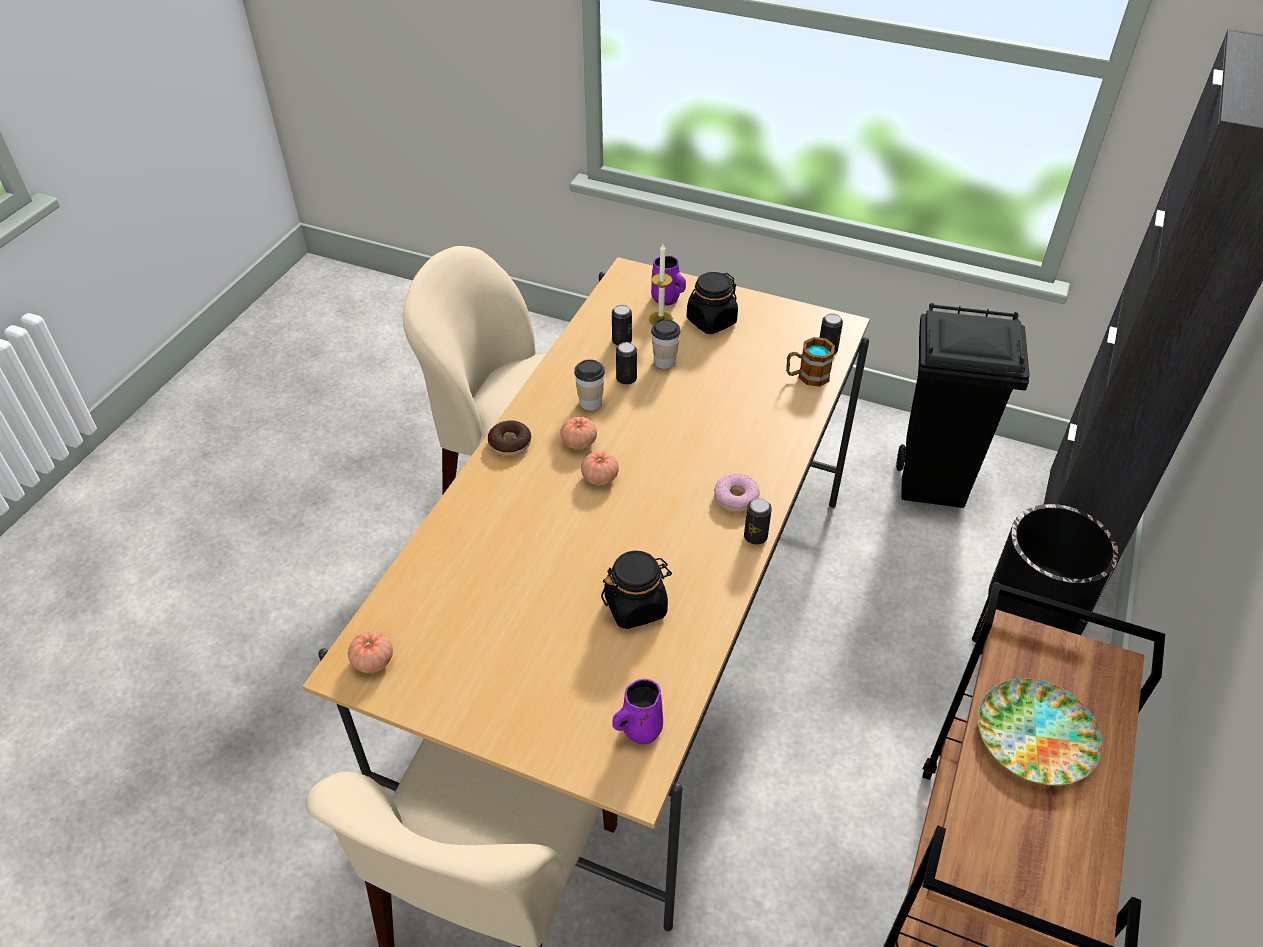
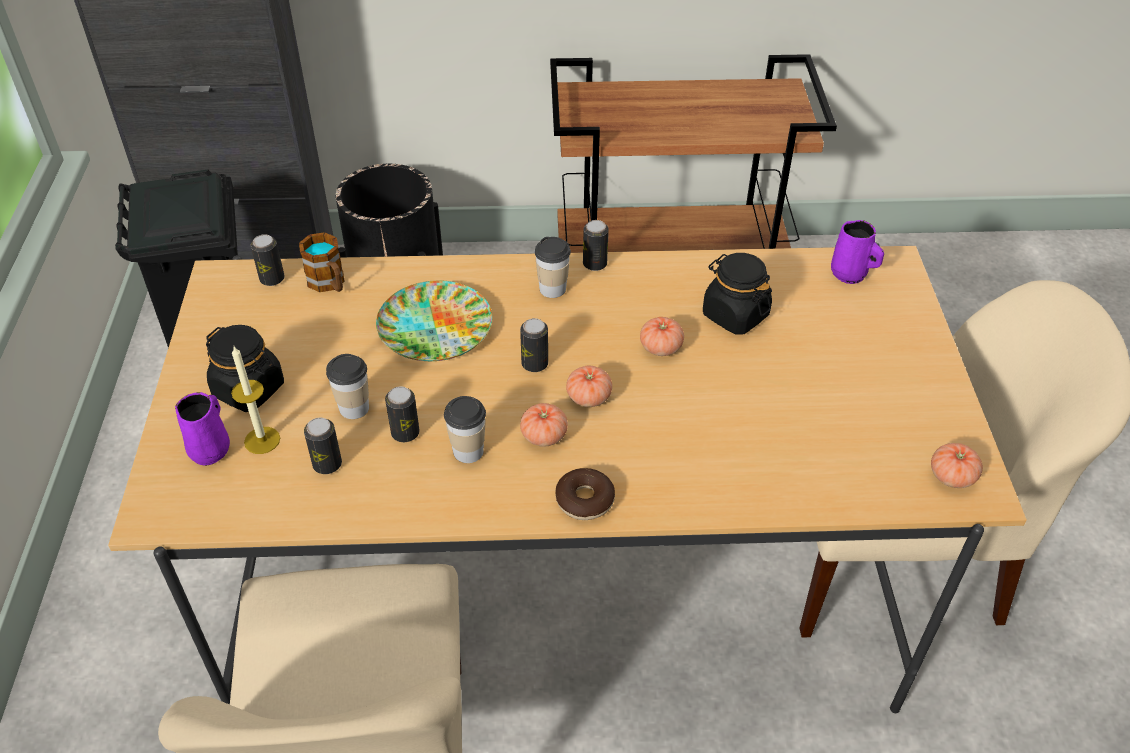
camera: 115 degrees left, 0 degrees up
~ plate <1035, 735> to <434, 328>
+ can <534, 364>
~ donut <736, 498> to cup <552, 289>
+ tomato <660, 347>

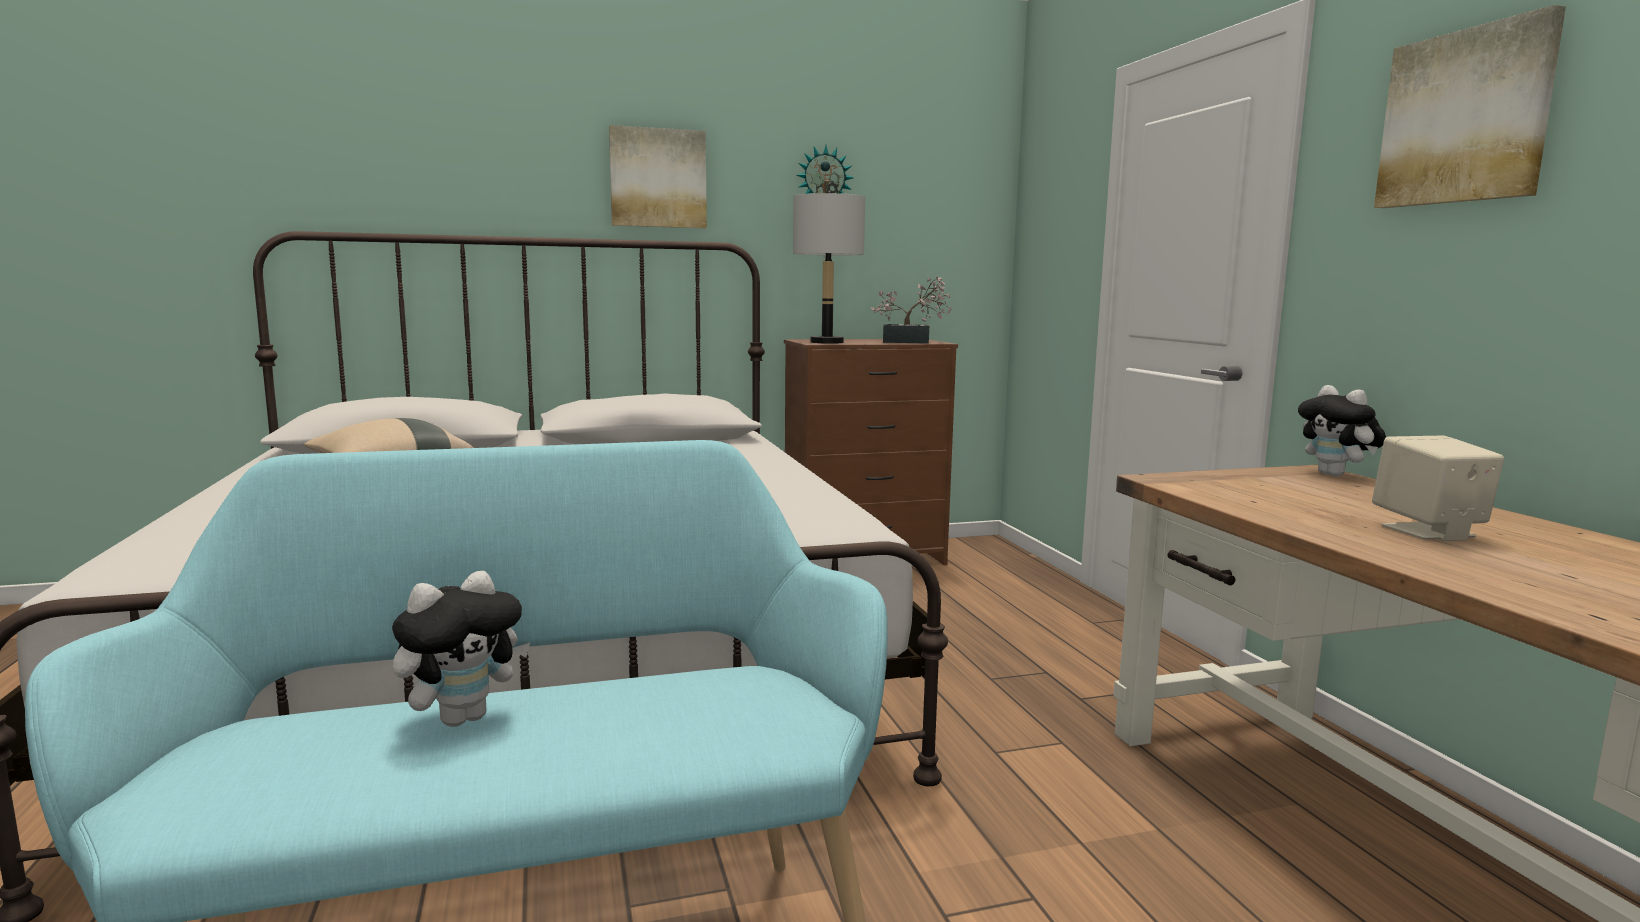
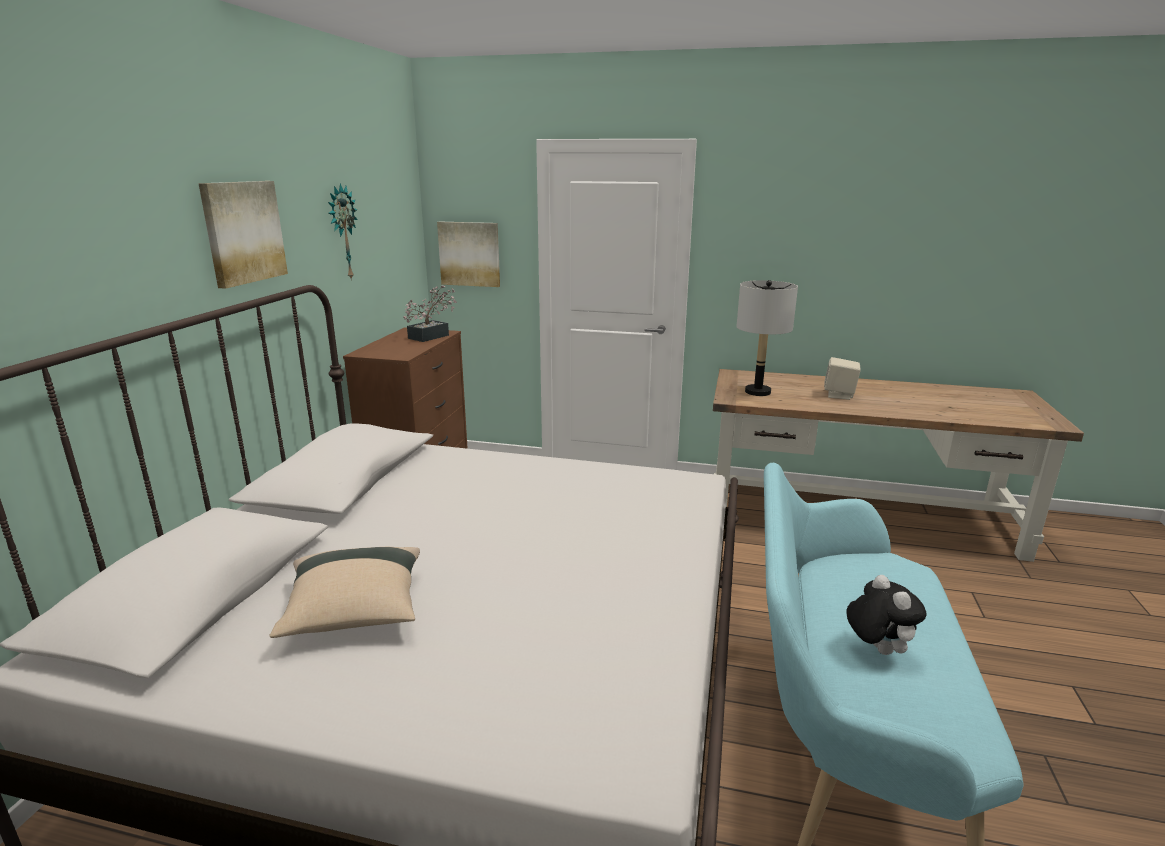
camera: 60 degrees left, 10 degrees up
~ picture <1466, 117> to <470, 254>
~ grey table lamp <827, 342> to <757, 392>
- plush toy <1336, 475>

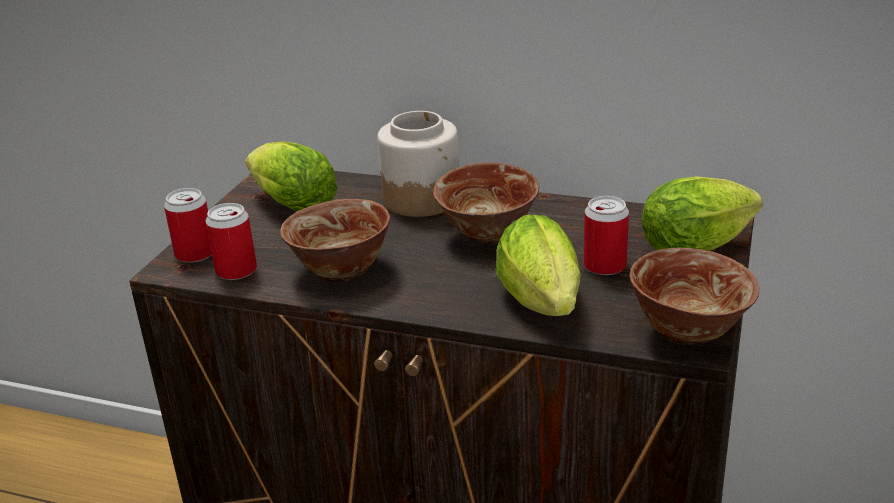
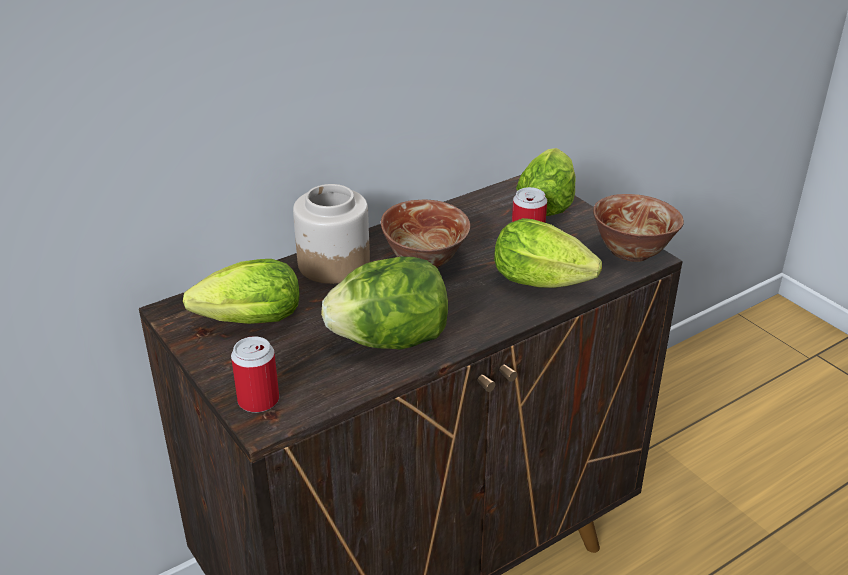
camera: 55 degrees left, 5 degrees up
~ bowl <341, 270> to lettuce <390, 340>
- can <236, 271>

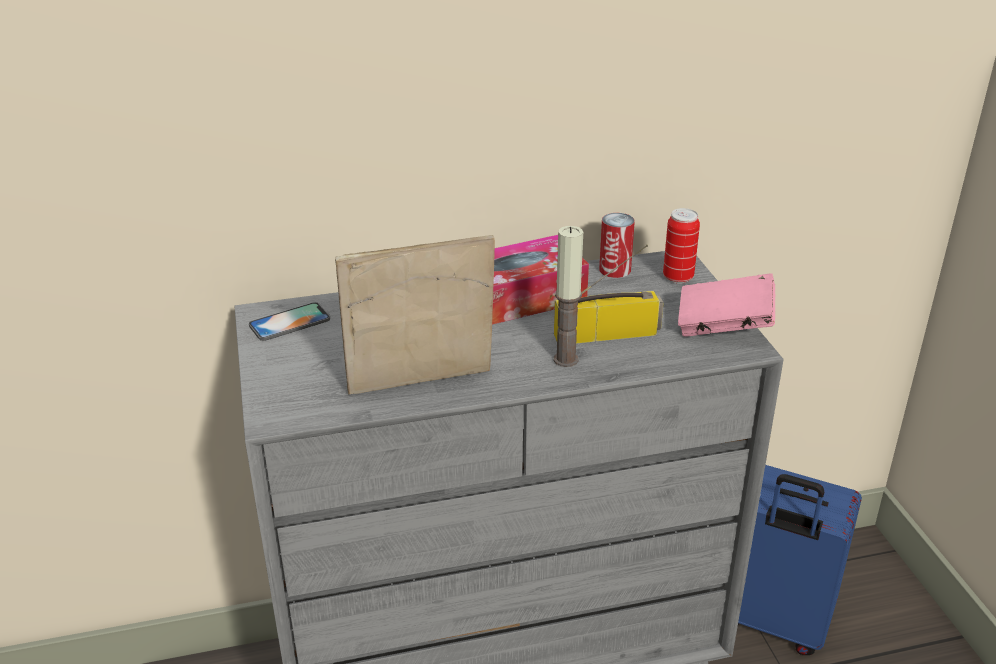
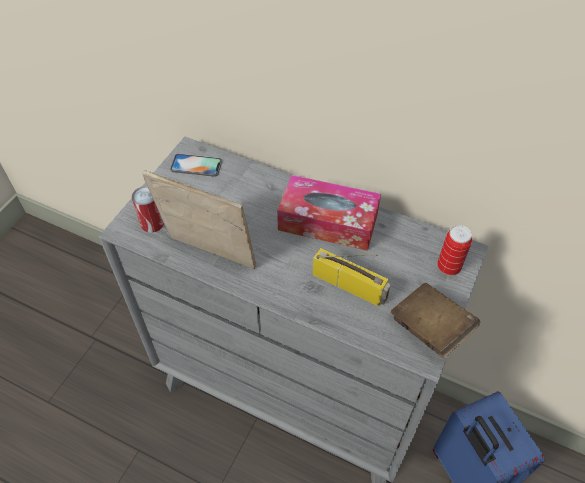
camera: 40 degrees right, 20 degrees up
~ can <615, 269> to <152, 223>
~ pink book <724, 326> to brown book <430, 328>
- candle <566, 360>

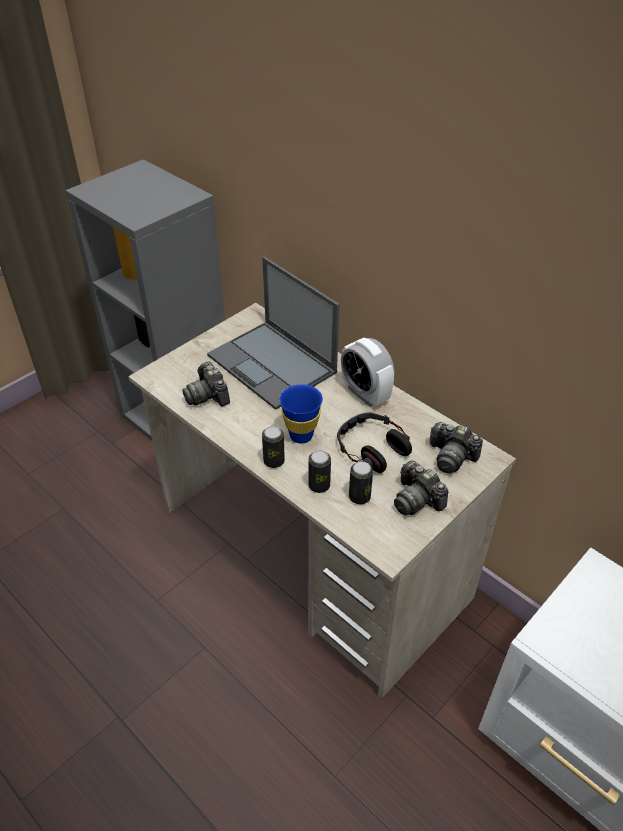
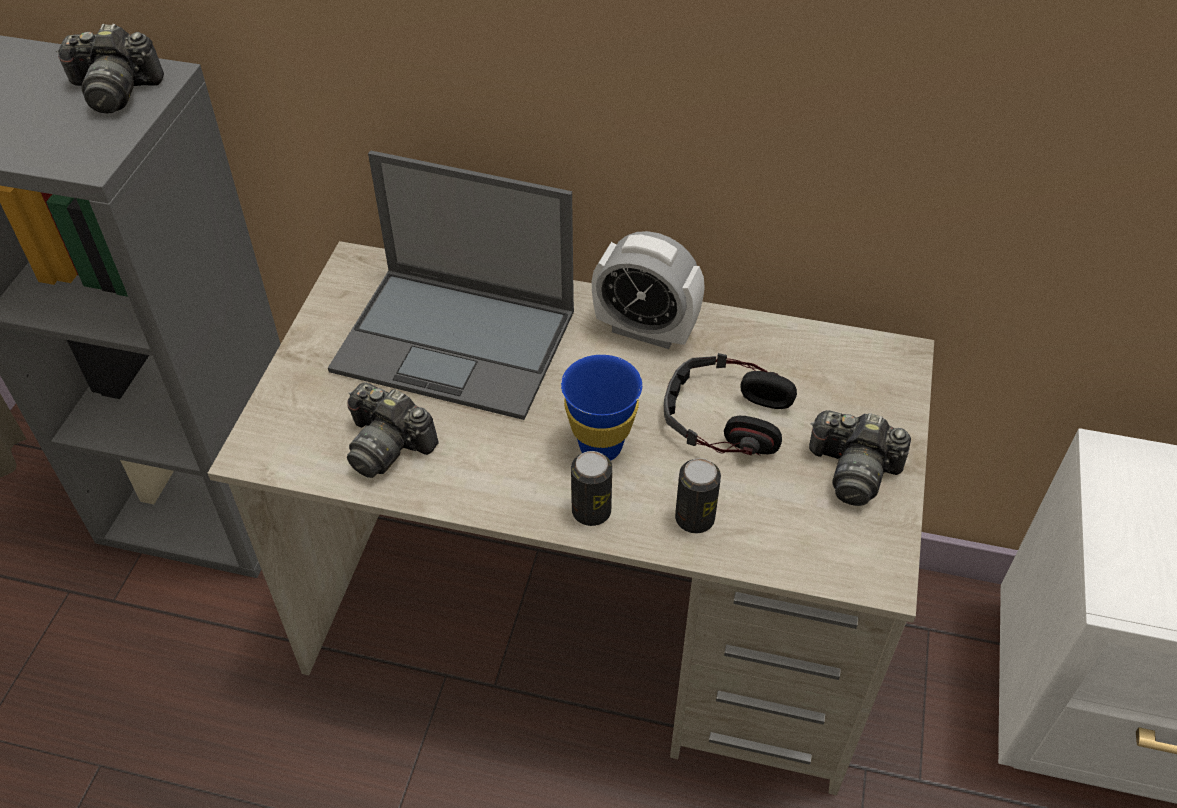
camera: 30 degrees left, 5 degrees up
~ photo camera <451, 457> to <115, 91>
- can <359, 497>

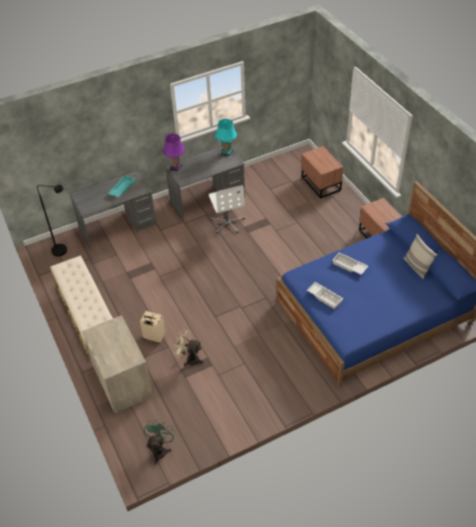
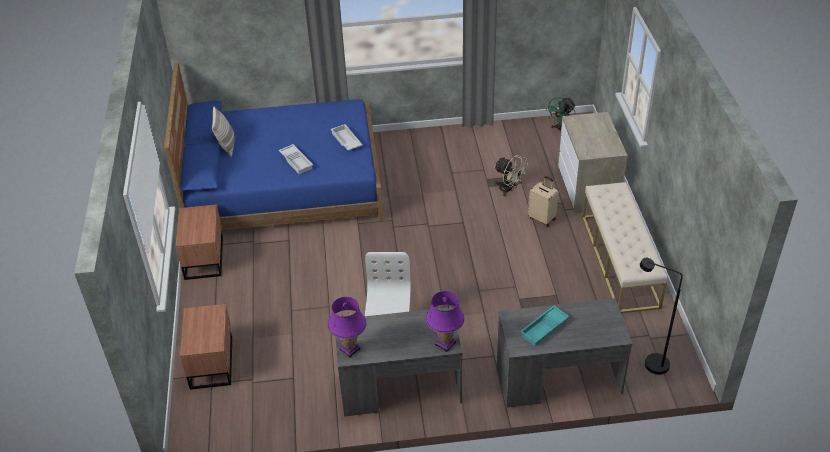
camera: 160 degrees left, 5 degrees down
~ turquoise table lamp <227, 152> to purple table lamp <350, 349>

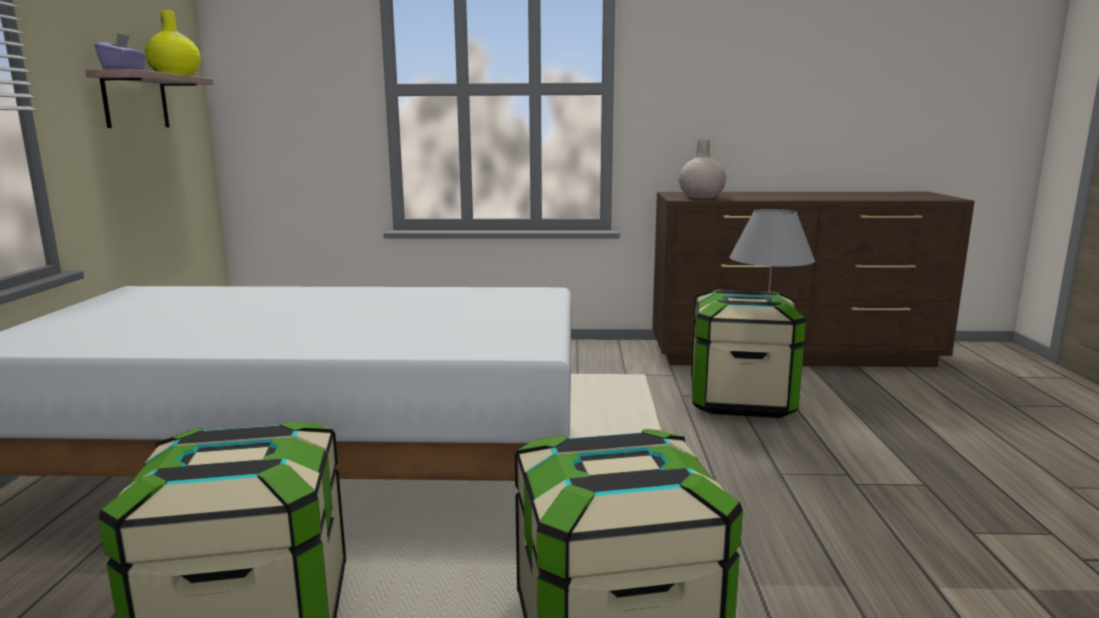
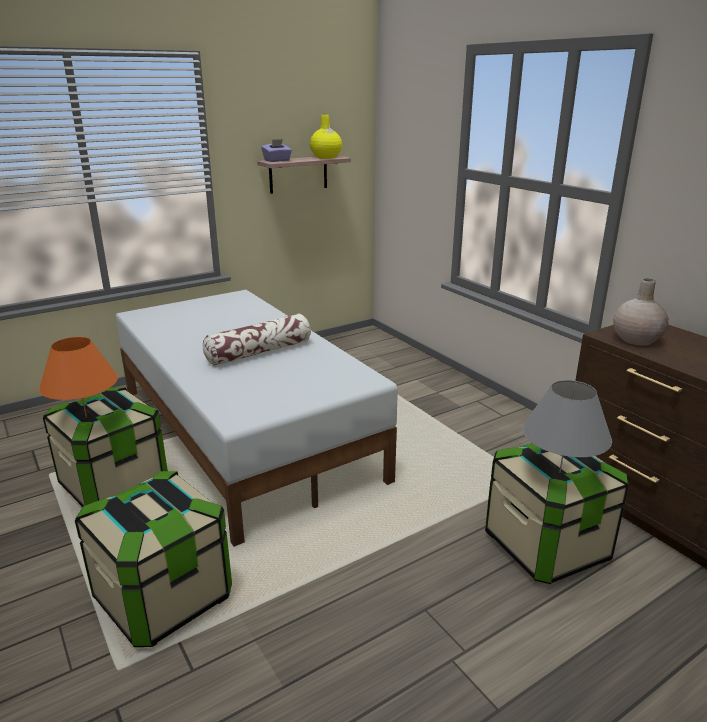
camera: 55 degrees right, 10 degrees up
+ orange table lamp <86, 417>
+ pillow <259, 352>

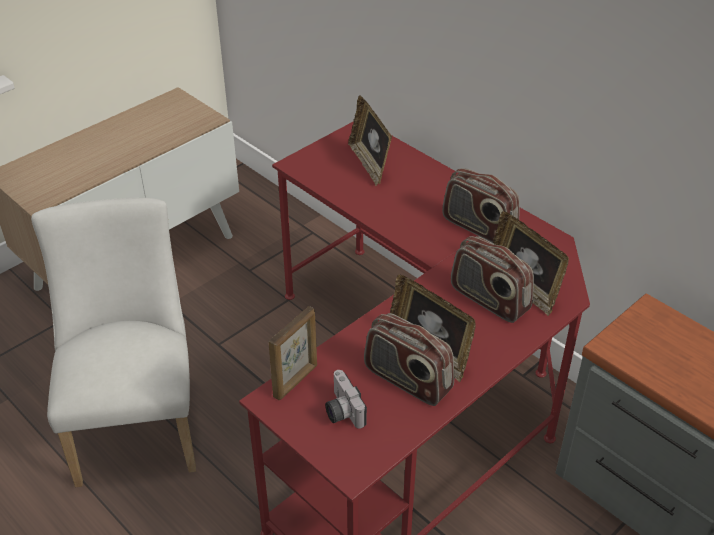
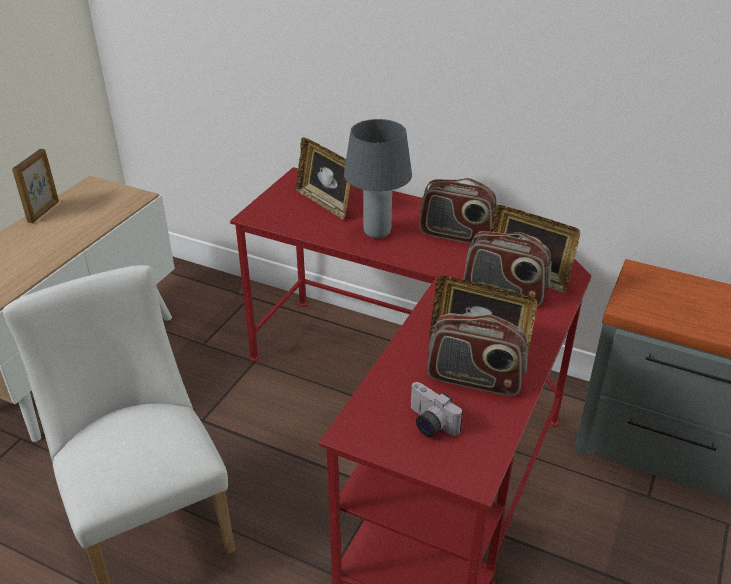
camera: 20 degrees left, 5 degrees down
~ picture frame <296, 381> to <44, 212>
+ grey table lamp <378, 233>

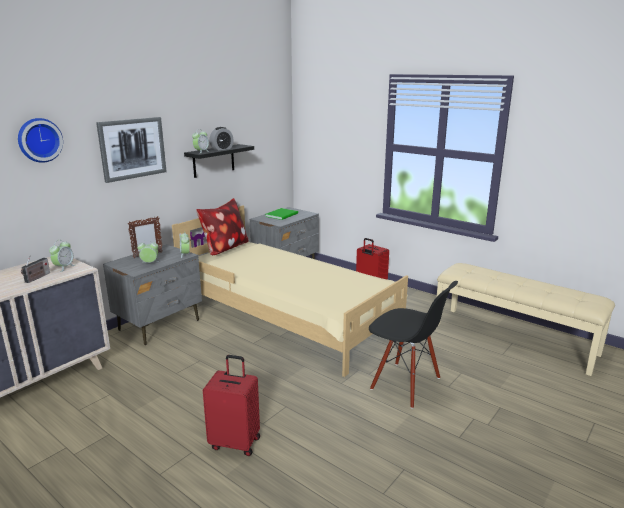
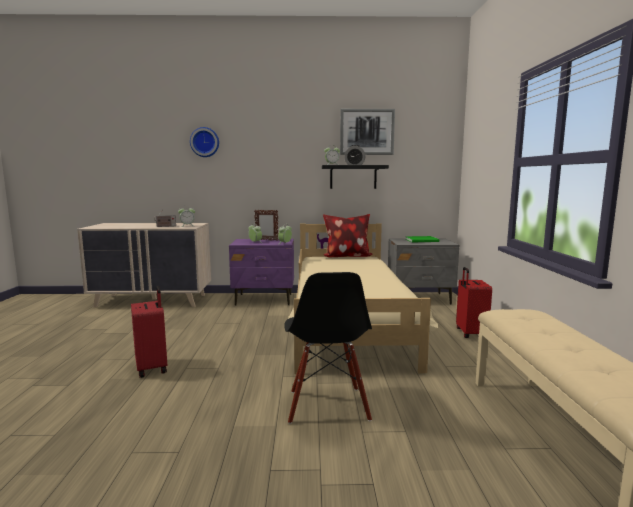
camera: 50 degrees right, 10 degrees down
~ grey nightstand <160, 325> to purple nightstand <264, 299>
~ picture <132, 148> to <367, 132>

